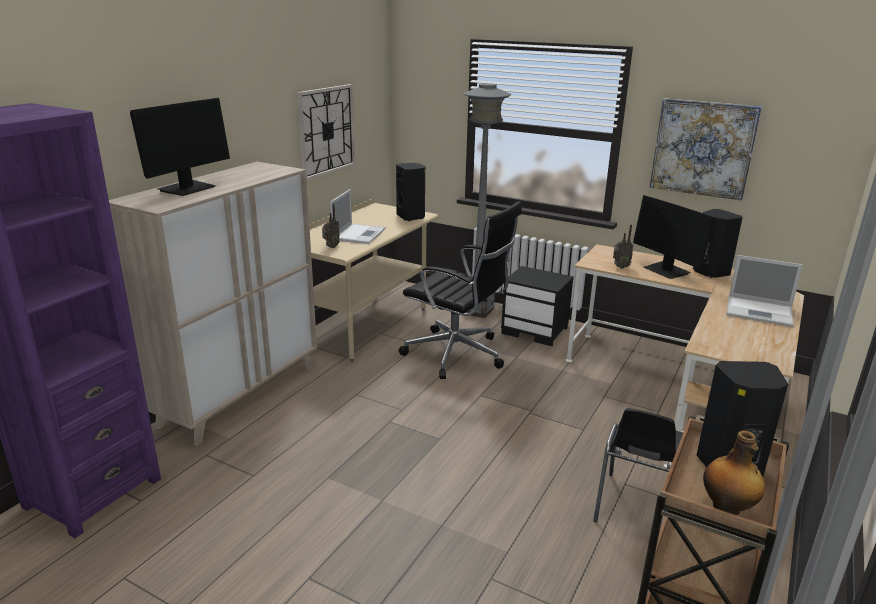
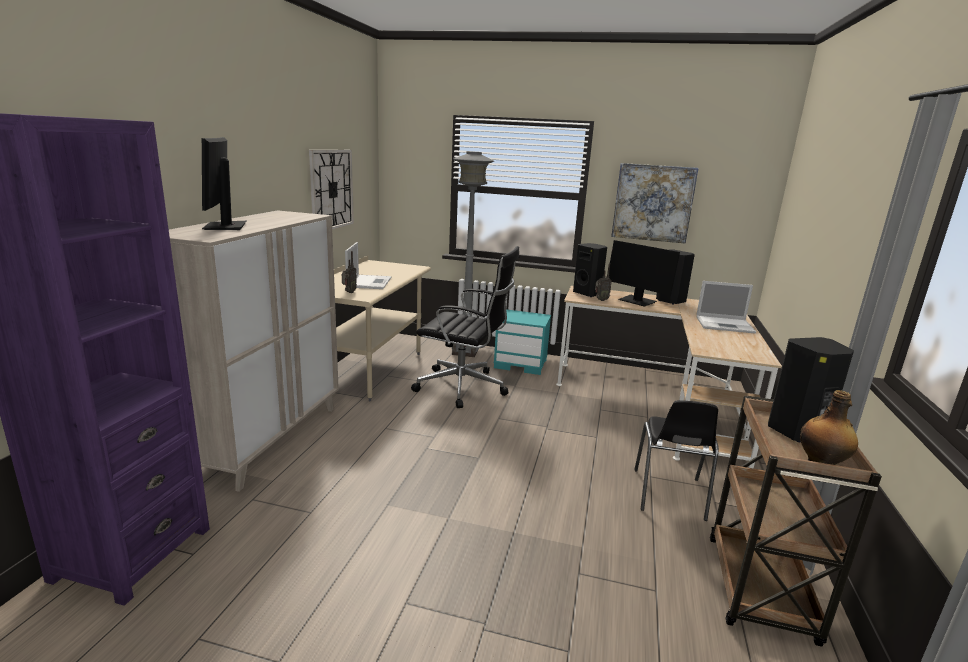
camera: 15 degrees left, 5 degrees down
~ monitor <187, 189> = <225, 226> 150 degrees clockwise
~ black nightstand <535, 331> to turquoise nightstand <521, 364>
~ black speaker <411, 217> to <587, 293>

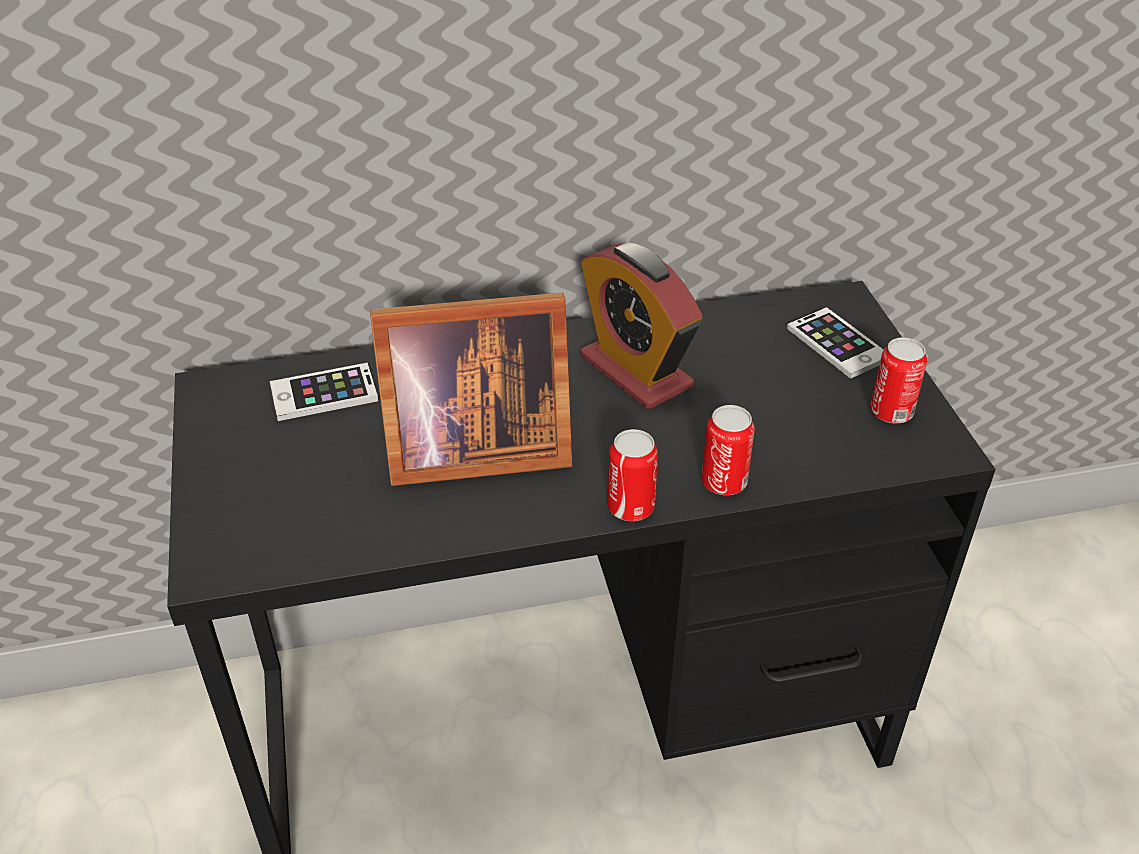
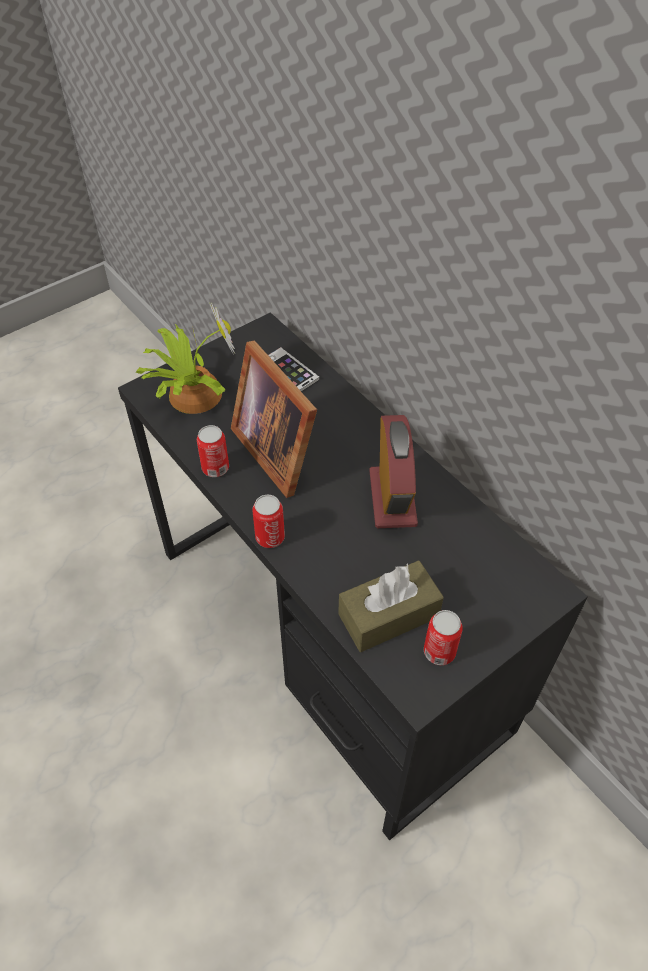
camera: 65 degrees right, 10 degrees up
+ potted plant <192, 394>
~ can <724, 482> to <215, 468>
+ brown tissue box <388, 615>
~ alarm clock <636, 371> = <392, 498> 150 degrees clockwise
- phone <837, 344>

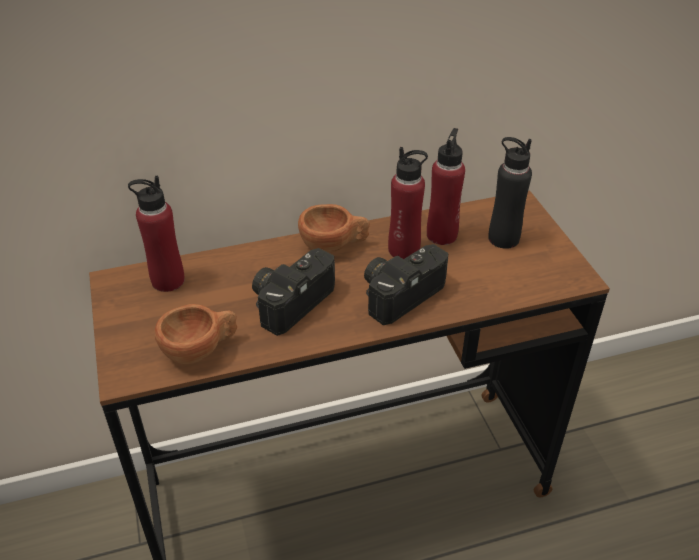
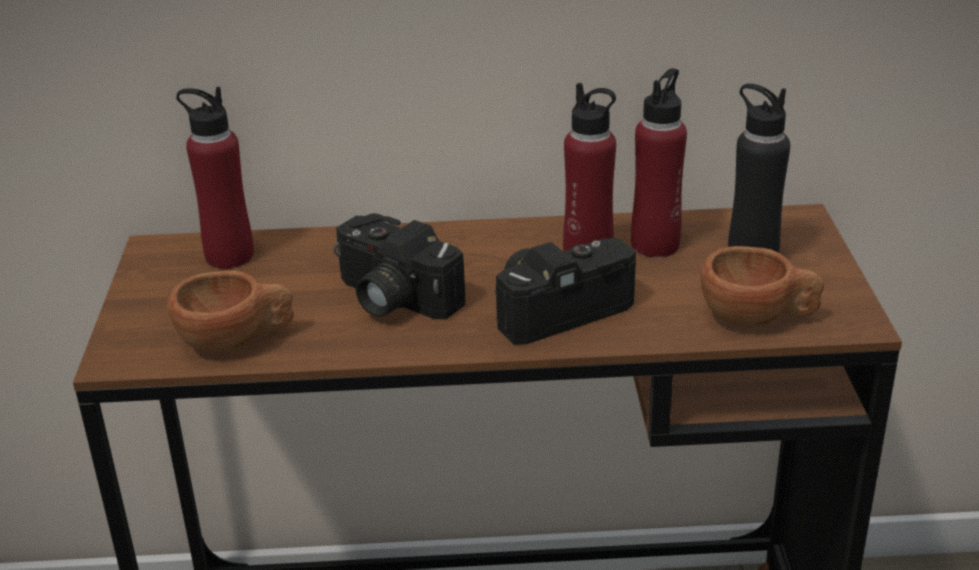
camera: 15 degrees right, 10 degrees down
~ photo camera <290, 300> = <390, 298> 105 degrees counterclockwise
~ brown cup <334, 245> to <758, 318>

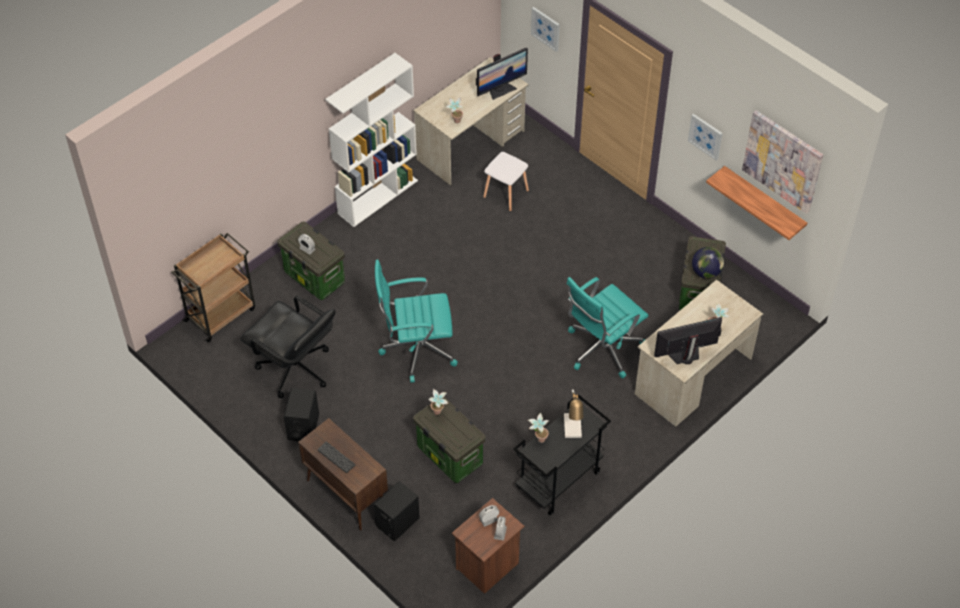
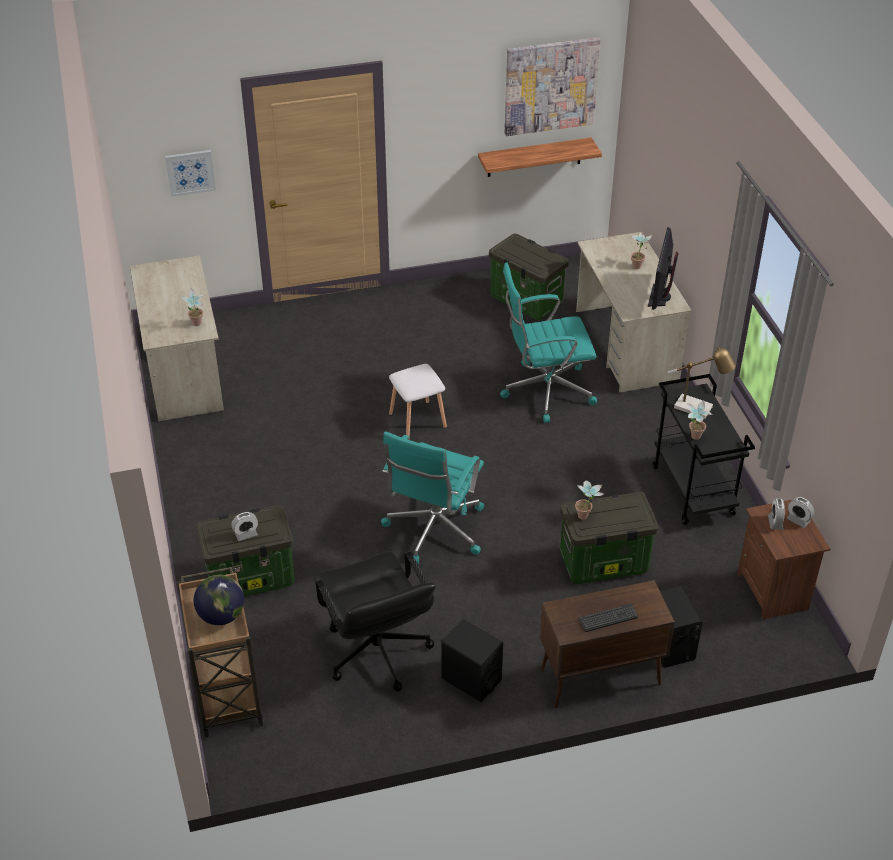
camera: 60 degrees left, 10 degrees down
~ globe <706, 272> to <221, 615>
~ black office chair <295, 369> = <377, 653> 90 degrees clockwise
~ white stool <506, 194> to <418, 421>
~ turquoise office chair <602, 349> = <545, 391> 90 degrees clockwise
- white bookcase <378, 196>
- monitor <500, 90>
- picture <705, 136>

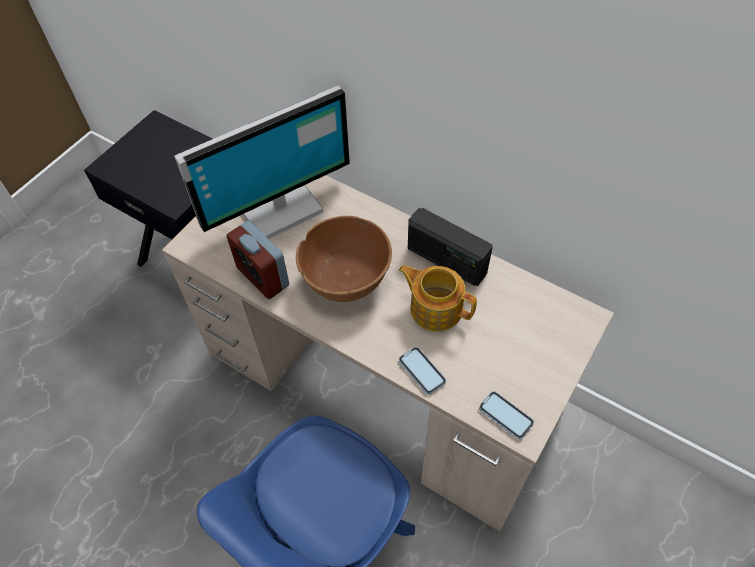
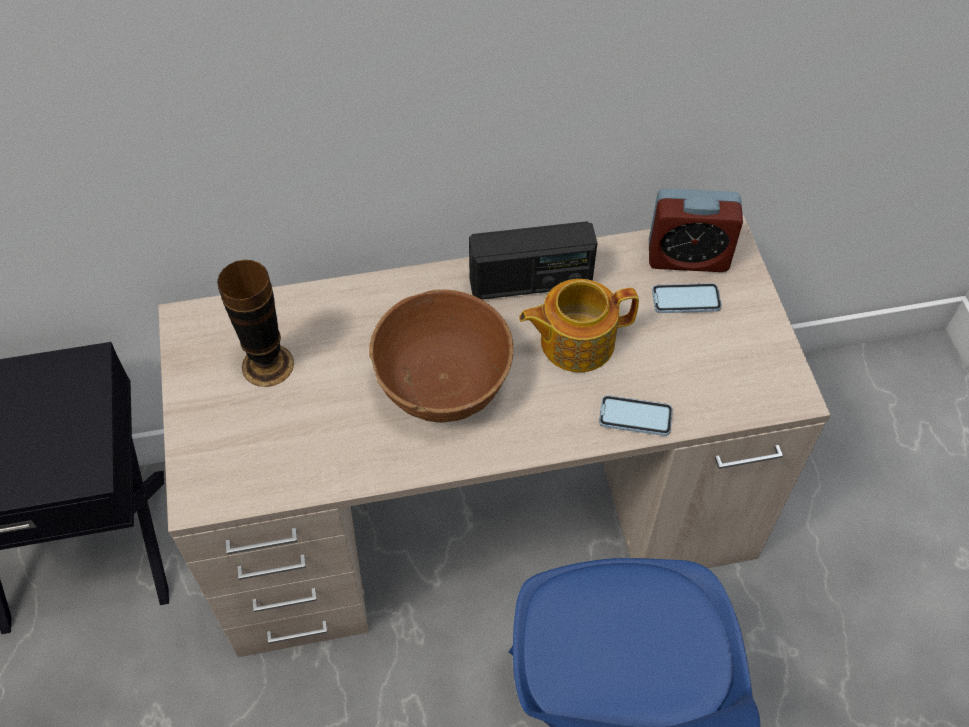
camera: 45 degrees left, 0 degrees up
~ monitor <279, 207> to vase <267, 365>
~ alarm clock <263, 276> to <687, 257>
~ phone <506, 416> to <686, 300>

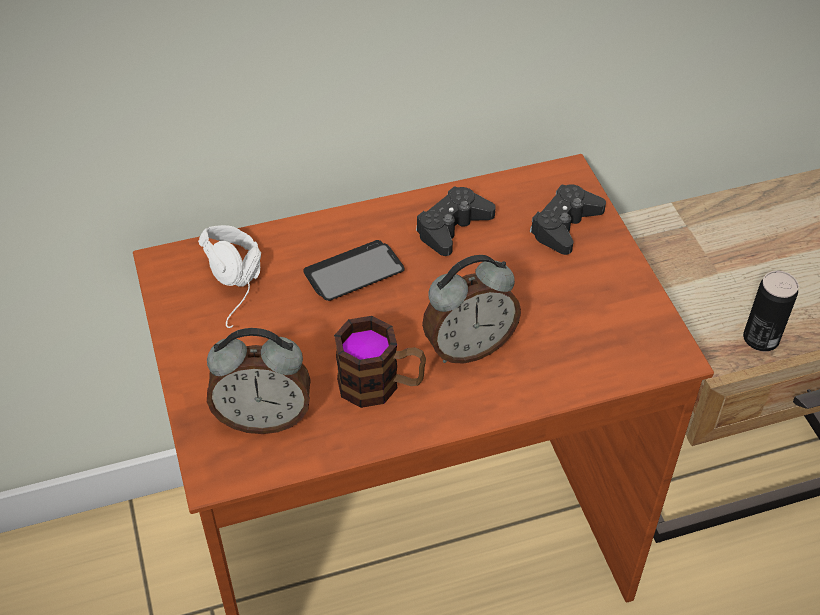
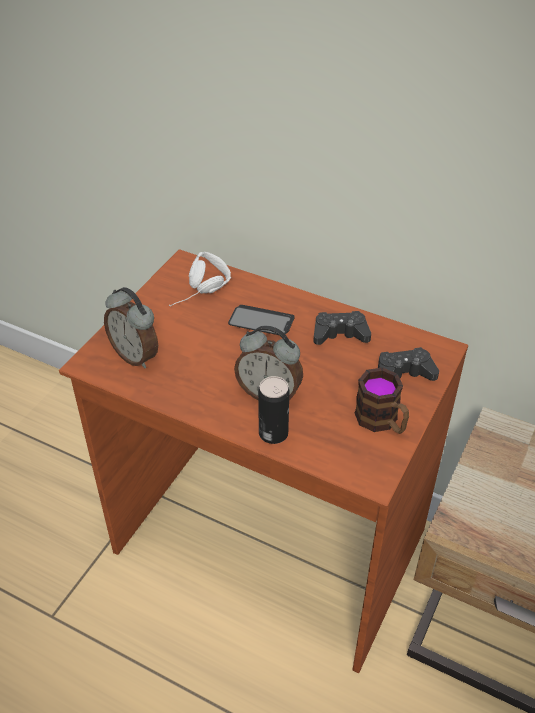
camera: 45 degrees right, 5 degrees down
~ can <760, 338> to <273, 433>
~ mug <381, 385> to <382, 422>

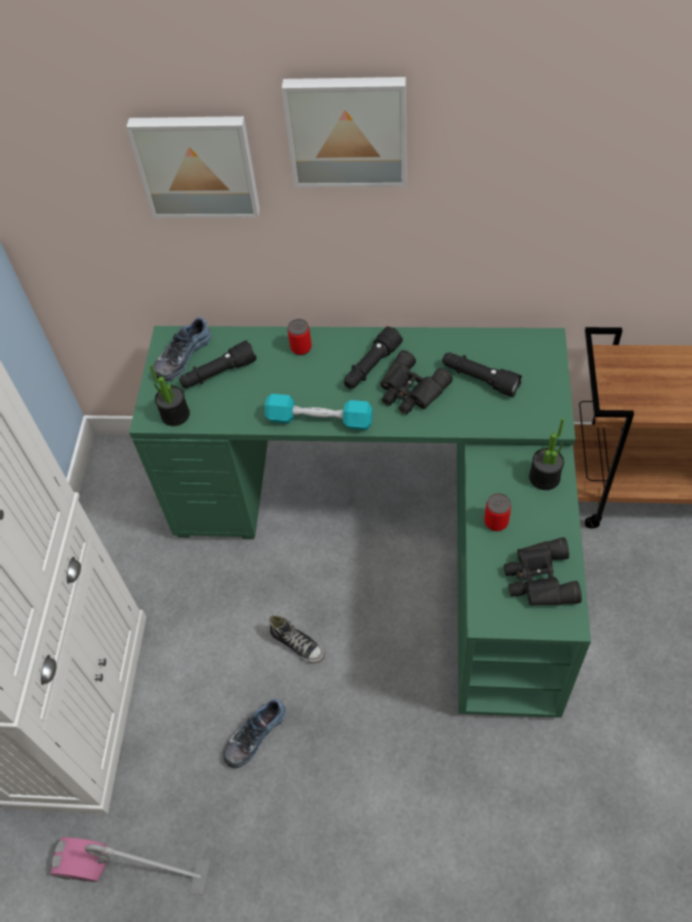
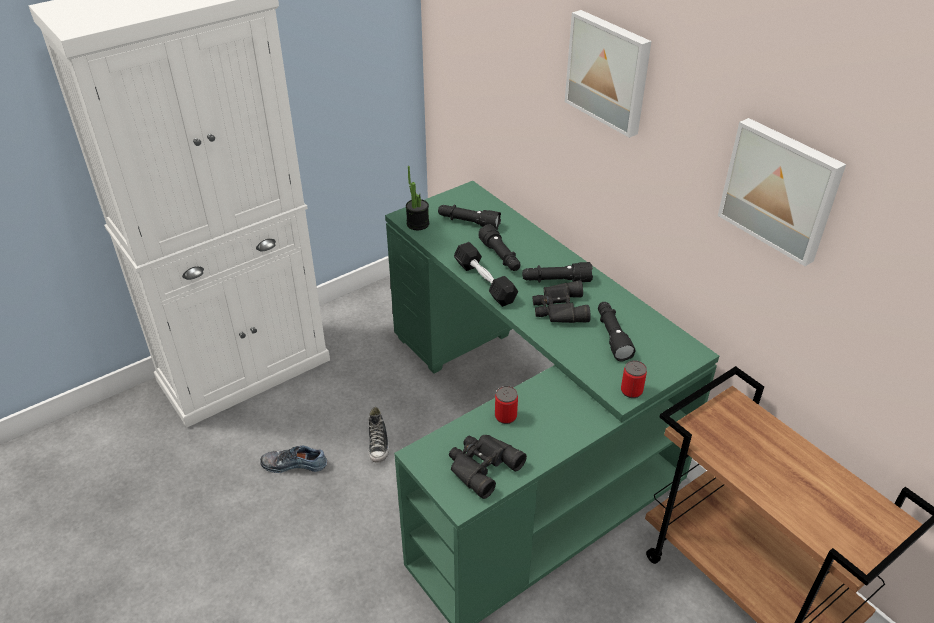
camera: 45 degrees right, 15 degrees down
~ turquoise dumbbell <319, 420> to black dumbbell <484, 282>
+ black flashlight <500, 257>
~ can <301, 348> to <631, 391>
~ picture <197, 165> to <781, 189>
- vacuum cleaner <132, 868>
- shoe <181, 356>
- potted plant <544, 477>

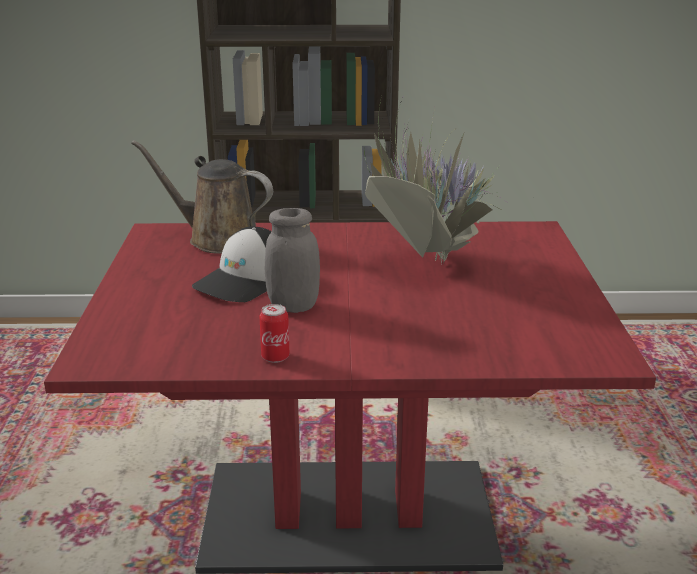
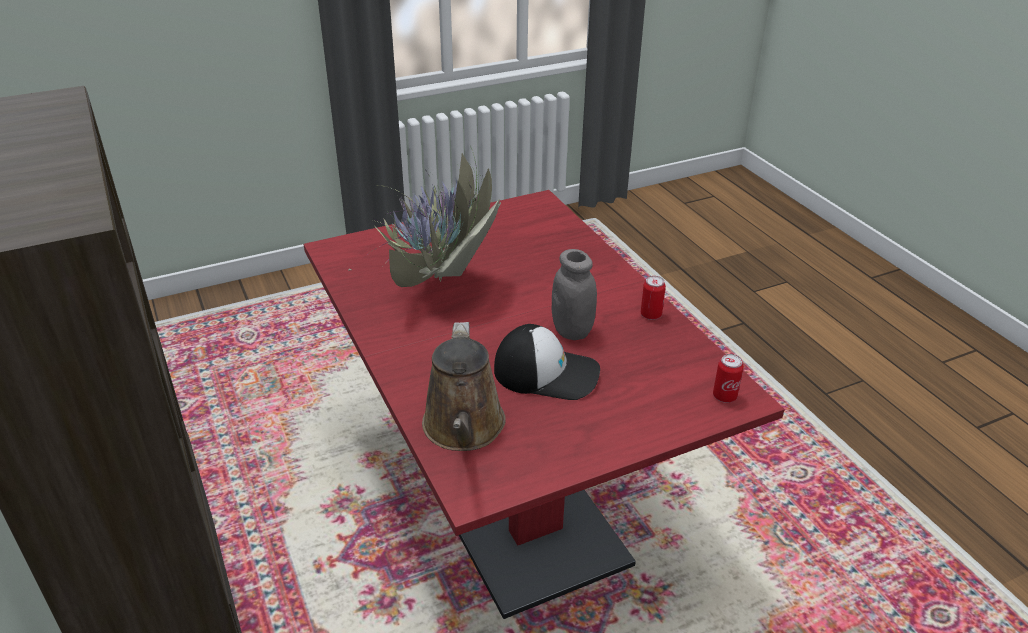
camera: 115 degrees left, 10 degrees up
+ can <724, 396>

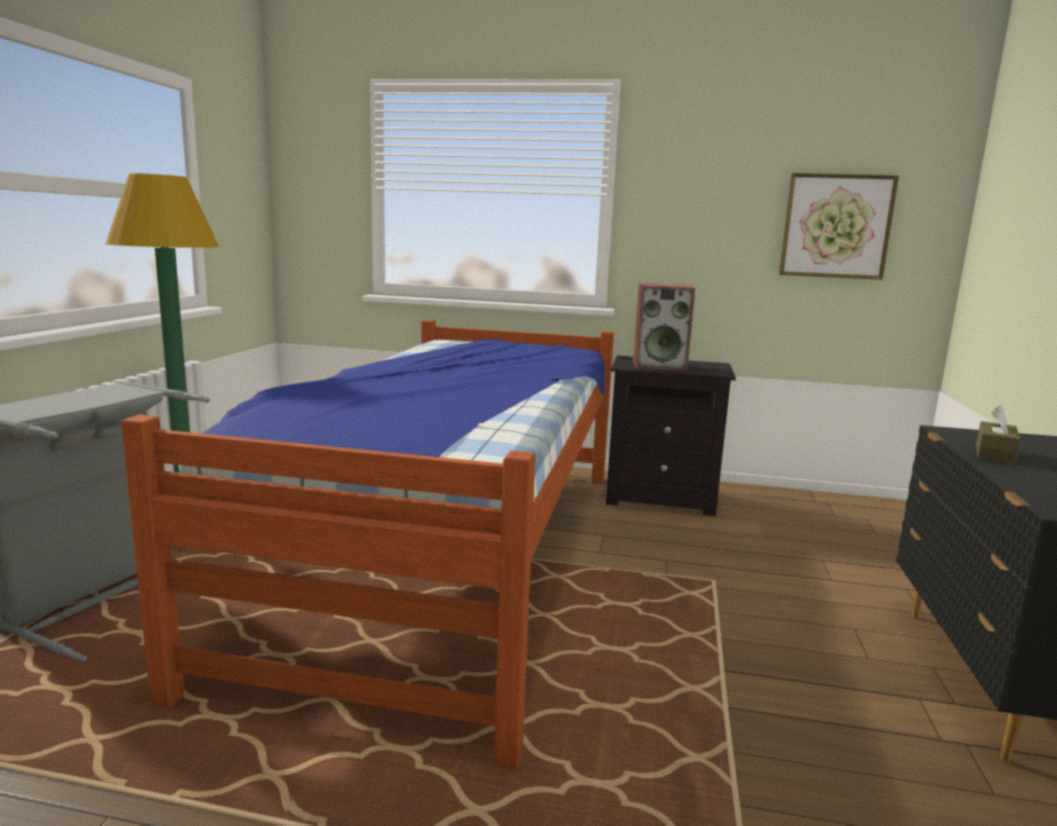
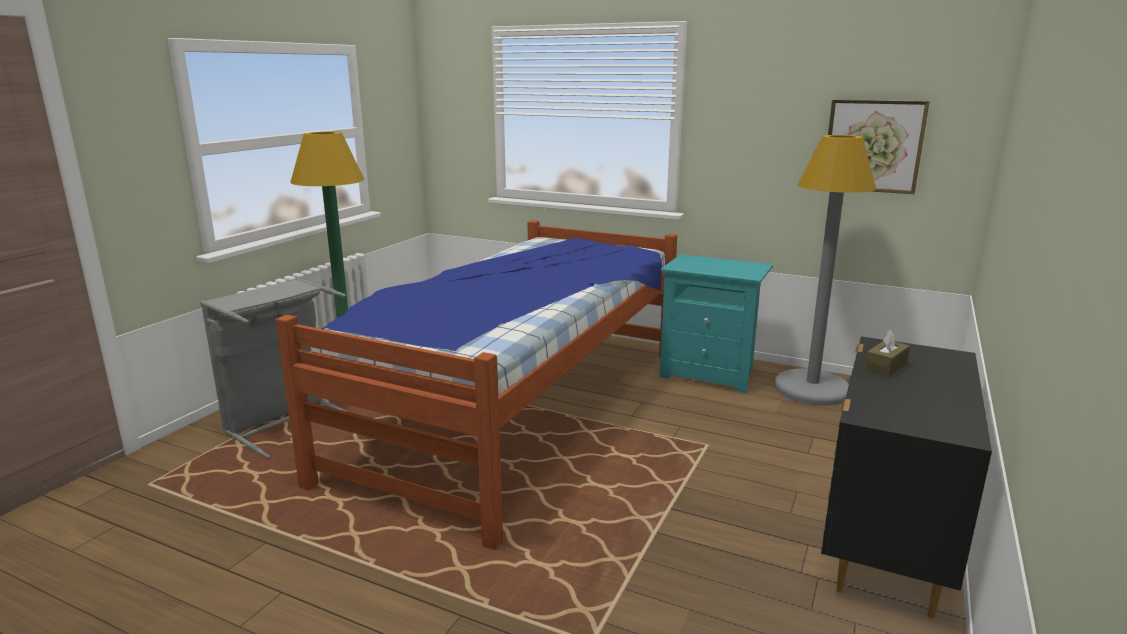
camera: 15 degrees right, 5 degrees up
~ black nightstand <661, 497> to turquoise nightstand <710, 373>
+ grey floor lamp <812, 389>
- speaker <660, 366>

